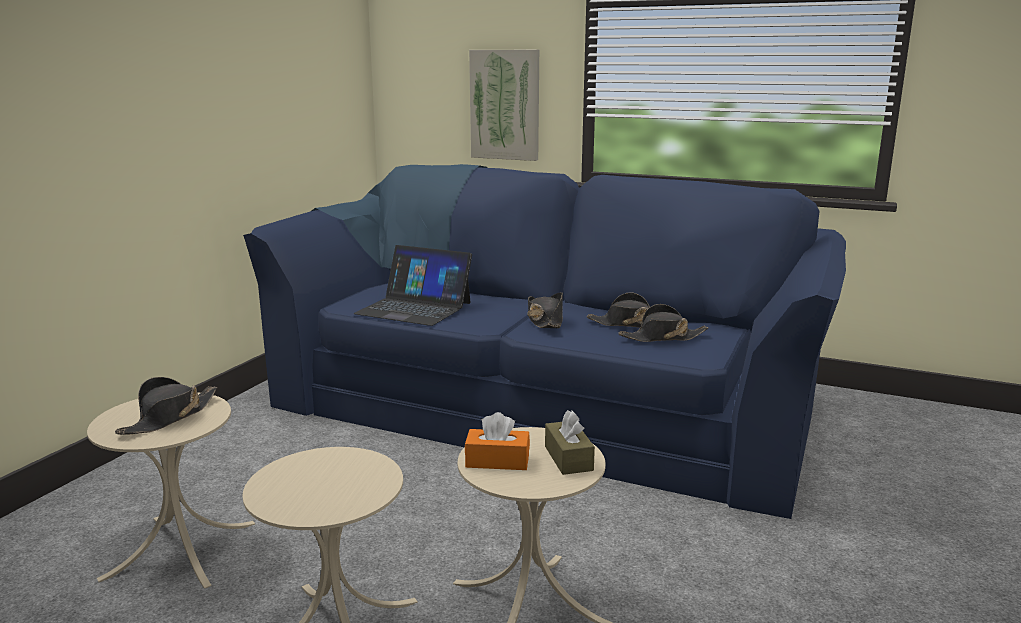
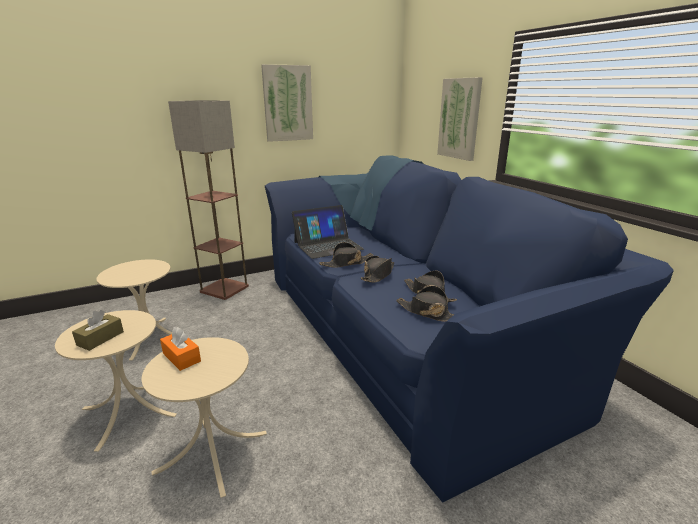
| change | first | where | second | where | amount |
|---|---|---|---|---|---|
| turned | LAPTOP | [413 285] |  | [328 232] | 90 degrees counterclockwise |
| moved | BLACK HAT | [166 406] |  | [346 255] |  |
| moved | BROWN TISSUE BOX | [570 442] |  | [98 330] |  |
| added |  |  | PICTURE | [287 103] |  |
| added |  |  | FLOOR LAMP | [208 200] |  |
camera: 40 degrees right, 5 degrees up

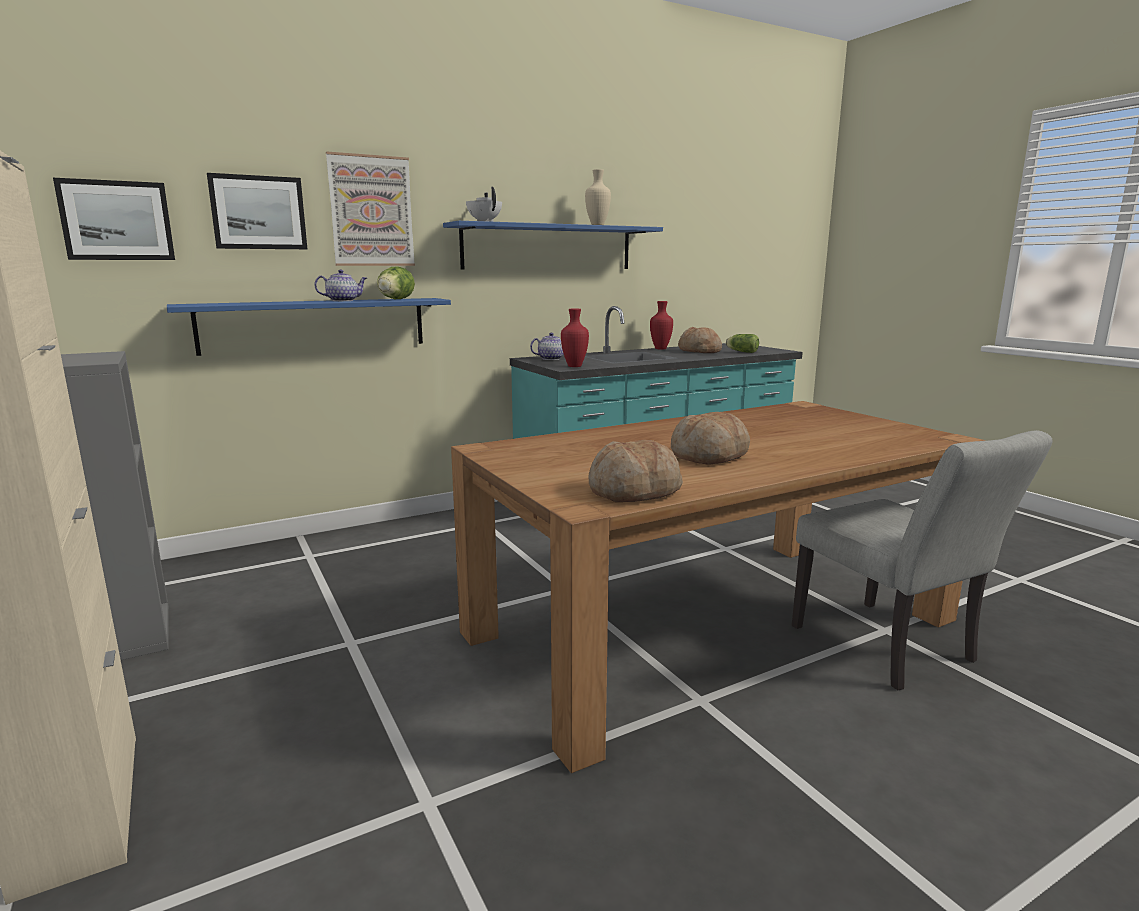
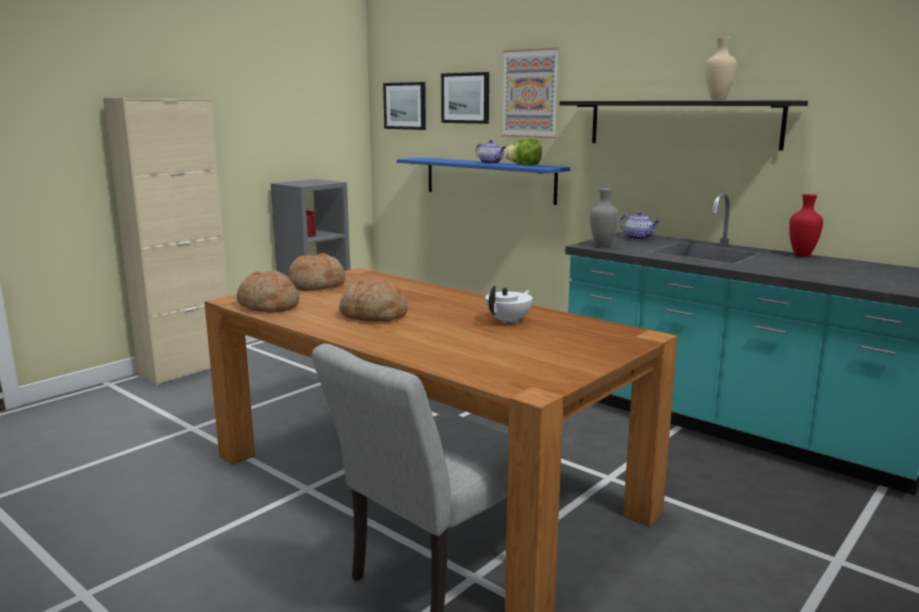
| change | first | where | second | where | amount |
|---|---|---|---|---|---|
| moved | WHITE TEAPOT | [484 204] |  | [509 305] |  |
| recoloured | BLUE SHELF | [553 245] | BLACK SHELF | [683 126] |  |
| recoloured | RED VASE | [575 338] | GREY VASE | [604 217] |  |
| moved | BREAD | [700 340] |  | [317 272] |  |
| removed | LETTUCE | [742 343] |  |  |  |
camera: 70 degrees right, 0 degrees up

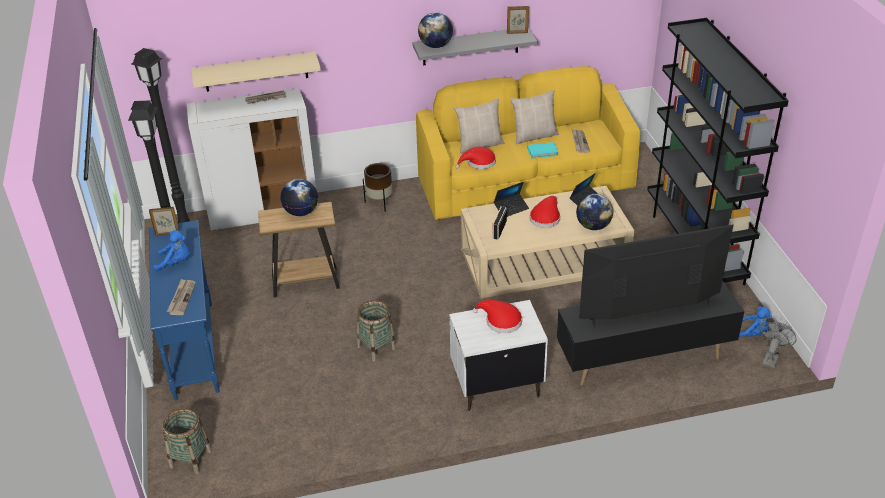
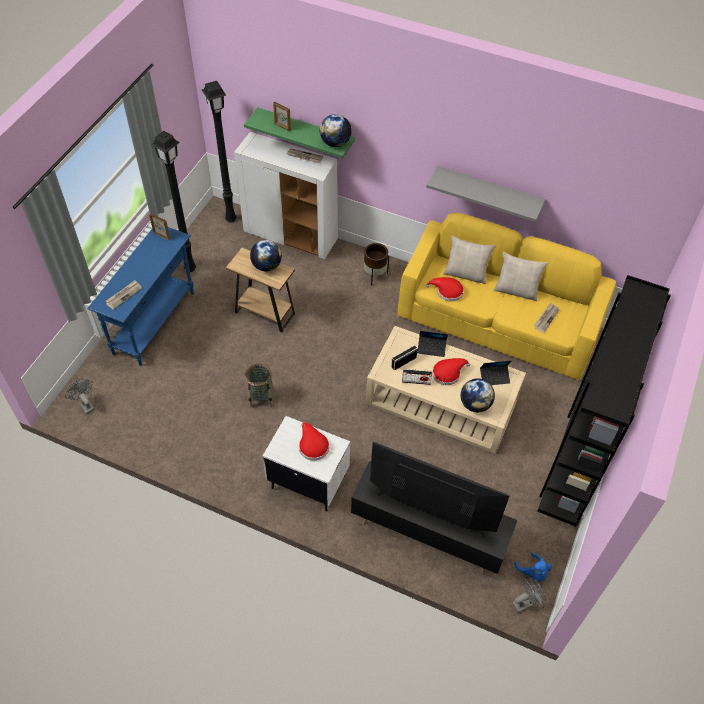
| change | first | where | second | where | amount |
|---|---|---|---|---|---|
| moved | PICTURE FRAME | [518 20] |  | [282 116] |  |
| moved | GLOBE | [435 30] |  | [335 130] |  |
| recoloured | BEIGE SHELF | [256 72] | GREEN SHELF | [299 132] |  |
| removed | TURQUOISE BOOK | [543 150] |  |  |  |
| removed | BLUE PLUSH TOY | [171 250] |  |  |  |
| replaced | BASKET | [187 441] | GREY FAN | [80 396] |  |
| added |  |  | RADIO | [417 377] |  |
camera: 35 degrees right, 15 degrees up

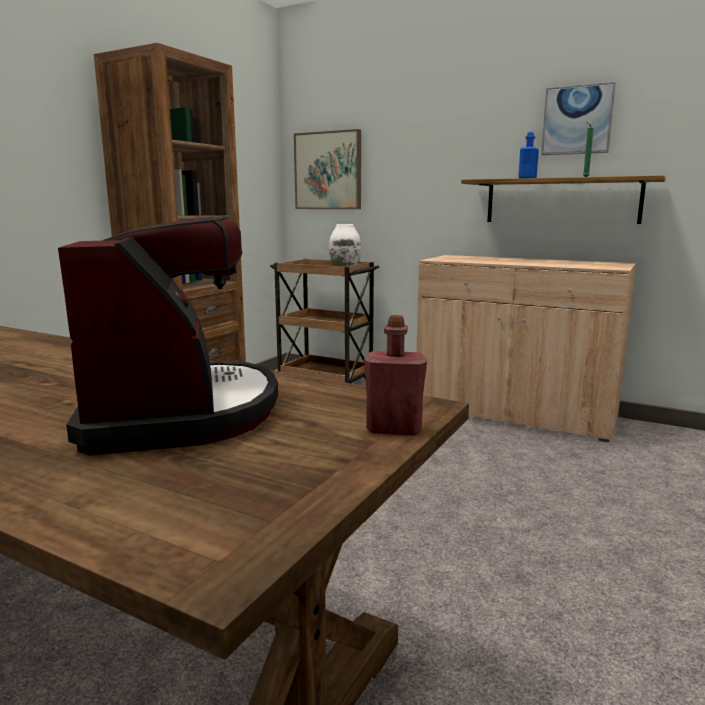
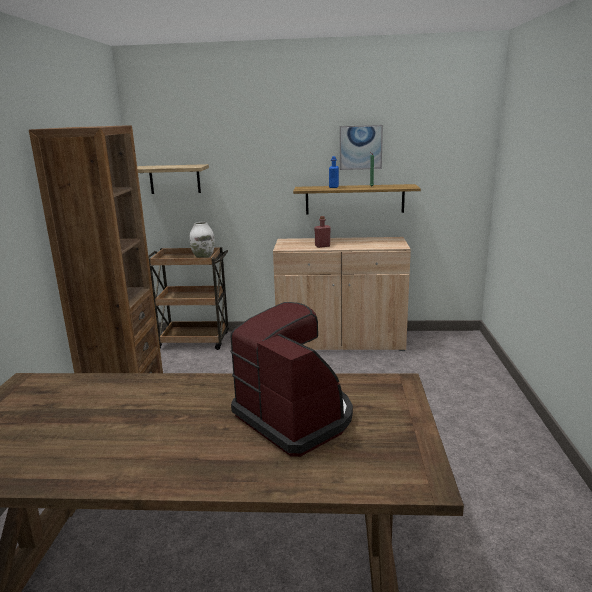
| change | first | where | second | where | amount |
|---|---|---|---|---|---|
| replaced | PICTURE | [327 169] | SHELF | [173 179] |  |
| moved | RED BOTTLE | [395 375] |  | [322 232] |  |
camera: 25 degrees left, 5 degrees up

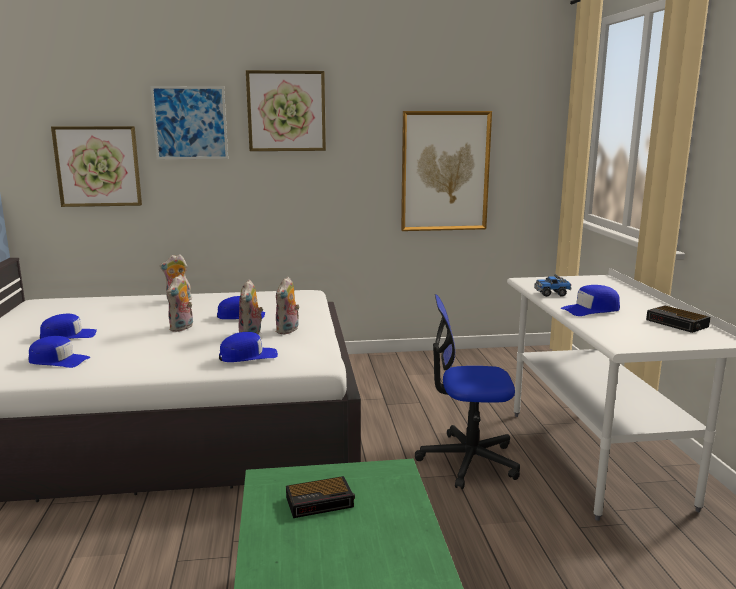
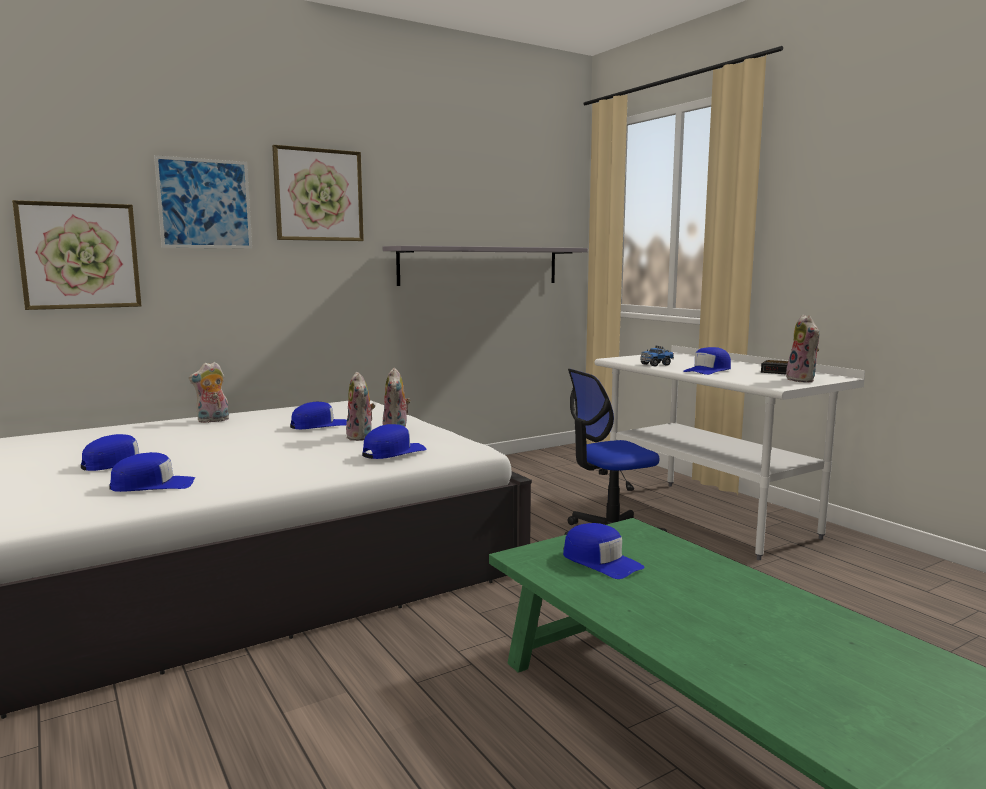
| change | first | where | second | where | amount |
|---|---|---|---|---|---|
| replaced | PICTURE | [446 171] | GREY SHELF | [485 266] |  |
| moved | PLUSH TOY | [180 303] |  | [802 349] |  |
| replaced | ALARM CLOCK | [320 497] | BLUE CAP | [604 551] |  |
camera: 25 degrees left, 5 degrees down

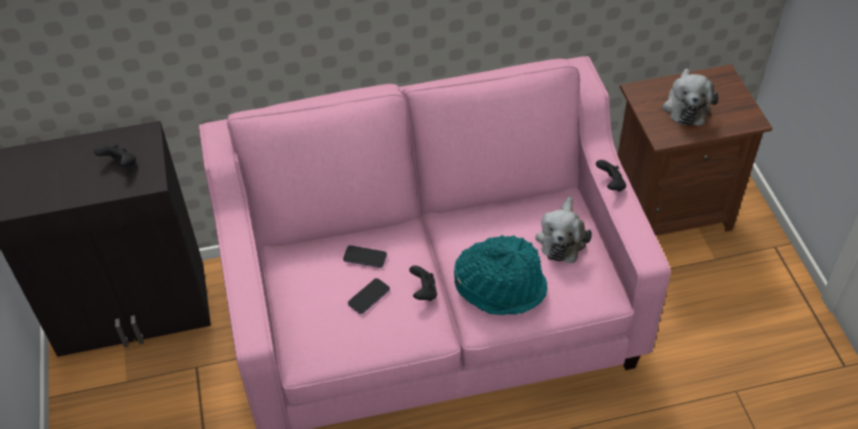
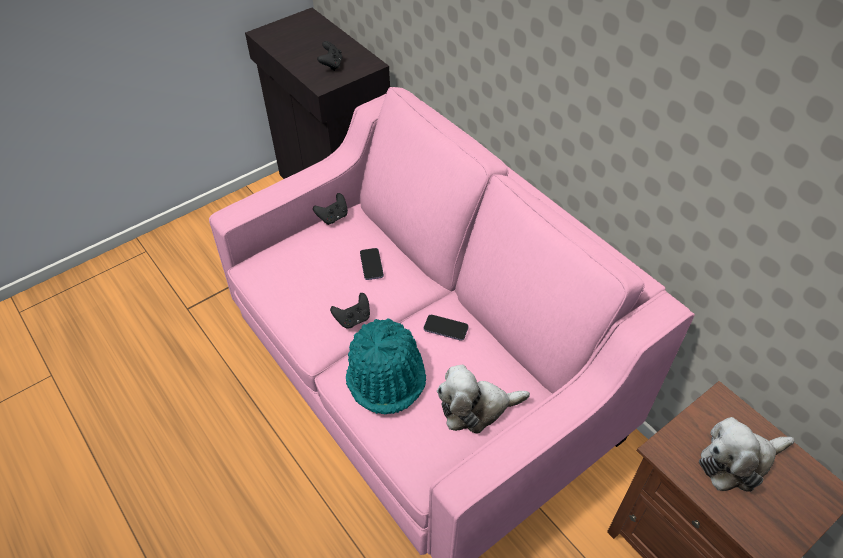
| change | first | where | second | where | amount |
|---|---|---|---|---|---|
| moved | BLACK GAME CONTROLLER | [611 176] |  | [330 209] |  |
| moved | PHONE | [369 296] |  | [446 328] |  |
camera: 65 degrees right, 0 degrees up

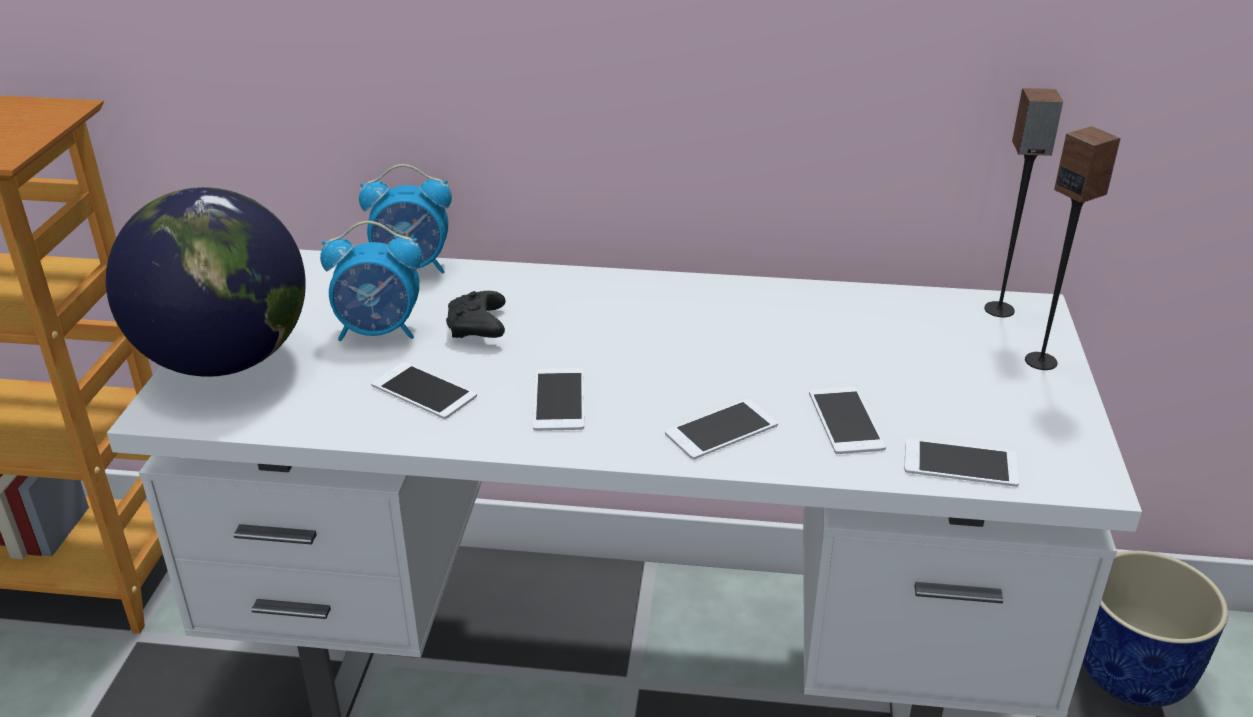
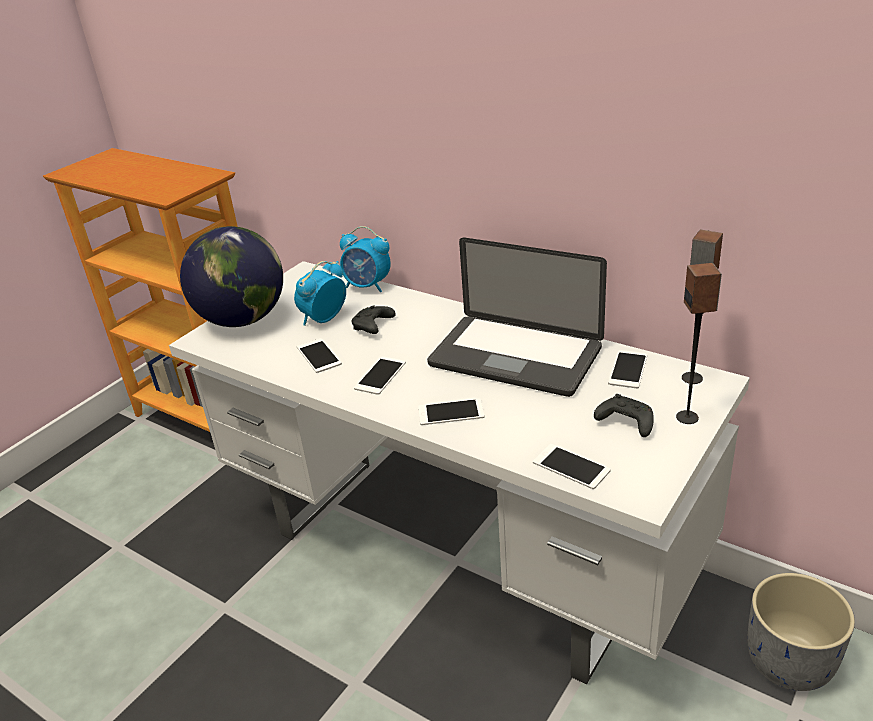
| change | first | where | second | where | amount |
|---|---|---|---|---|---|
| turned | ALARM CLOCK | [371 281] |  | [320 293] | 105 degrees clockwise |
| moved | PHONE | [847 420] |  | [628 369] |  |
| recoloured | BLUE PLANTER | [1155 629] | GREY PLANTER | [801 632] |  |
| added |  |  | LAPTOP | [517 317] |  |
| added |  |  | BLACK GAME CONTROLLER | [624 415] |  |
camera: 30 degrees right, 0 degrees up

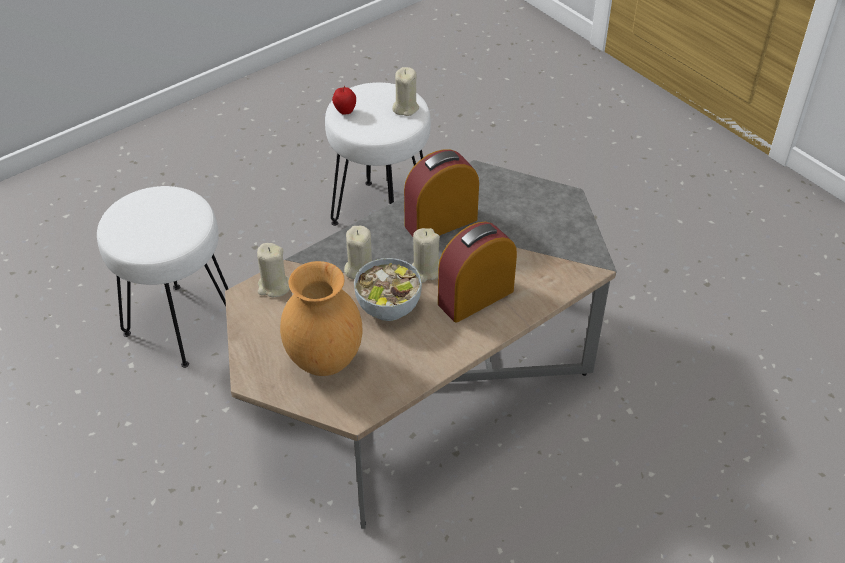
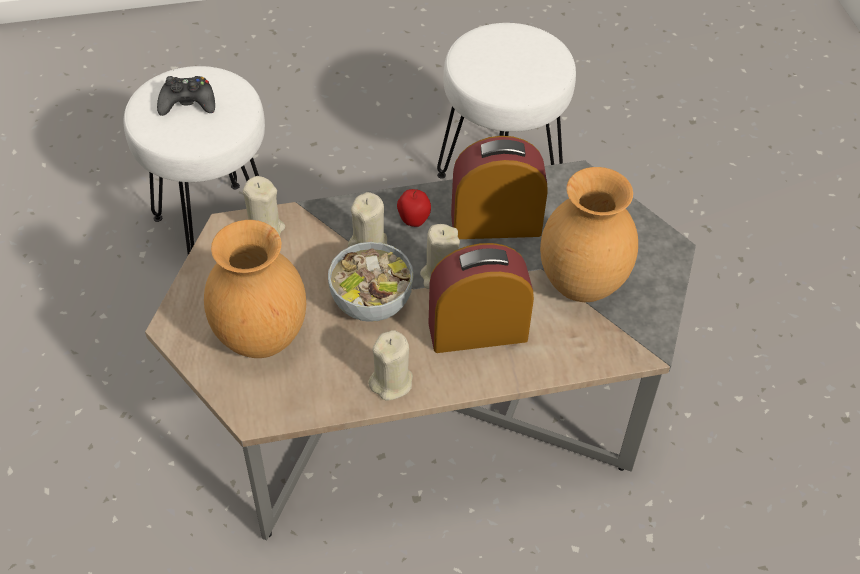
| change | first | where | second | where | amount |
|---|---|---|---|---|---|
| moved | BEIGE CANDLE | [405 91] |  | [390 365] |  |
| moved | APPLE | [344 100] |  | [414 208] |  |
| added |  |  | BLACK GAME CONTROLLER | [186 96] |  |
| added |  |  | BROWN VASE | [589 234] |  |
camera: 25 degrees right, 5 degrees up

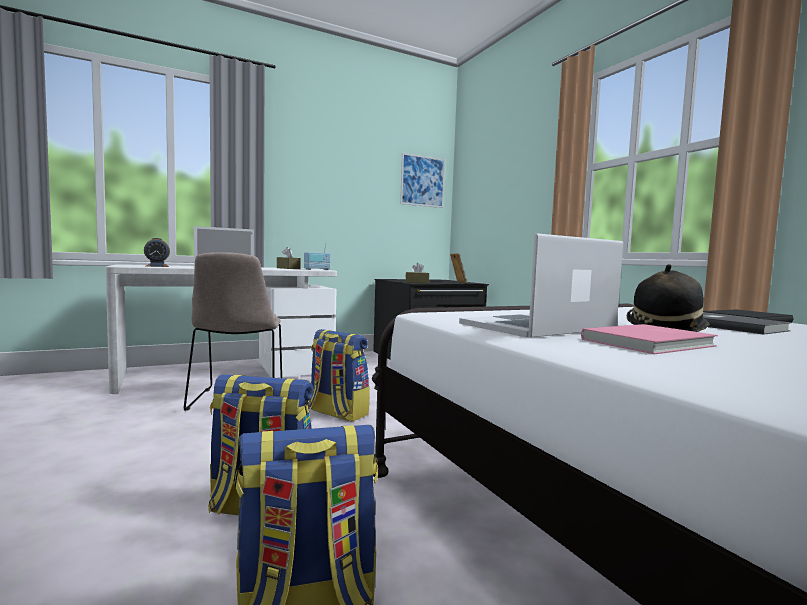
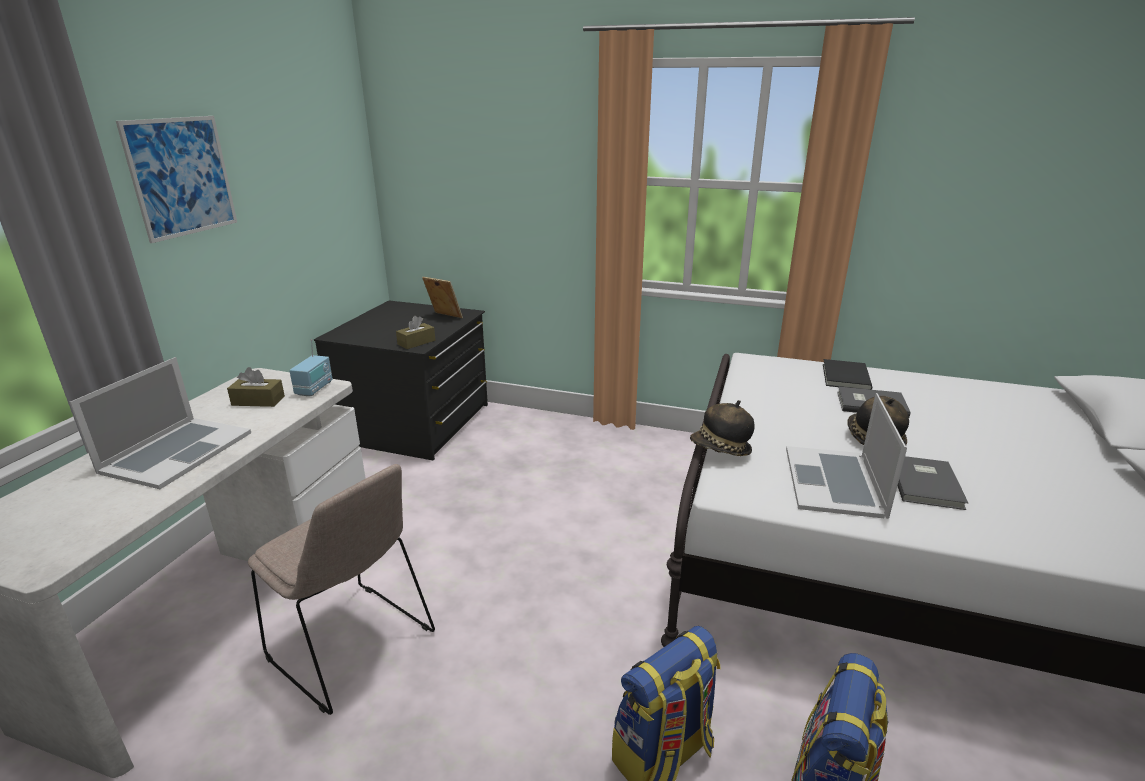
| change | first | where | second | where | amount |
|---|---|---|---|---|---|
| moved | PICTURE | [422 180] |  | [176 179] |  |
| removed | ALARM CLOCK | [157 252] |  |  |  |
| recoloured | PINK BOOK | [649 339] | GREY BOOK | [933 483] |  |
| removed | BACKPACK | [339 375] |  |  |  |
| added |  |  | HAT | [722 428] |  |
camera: 45 degrees left, 20 degrees up

